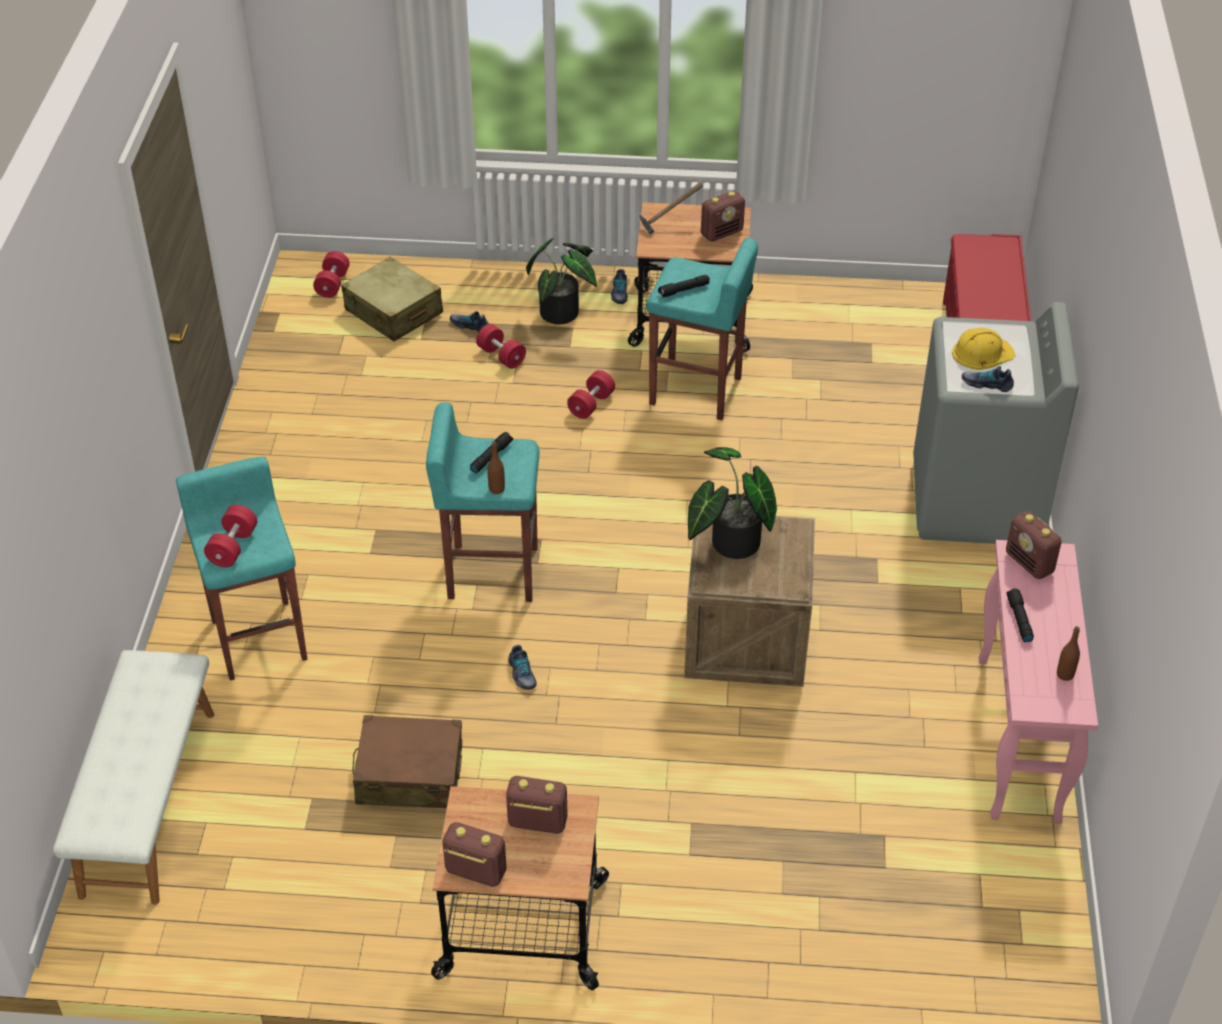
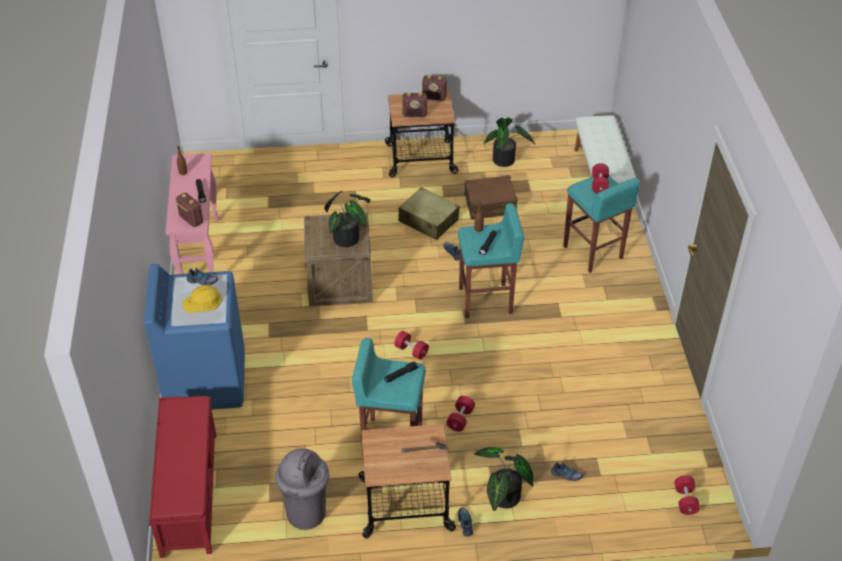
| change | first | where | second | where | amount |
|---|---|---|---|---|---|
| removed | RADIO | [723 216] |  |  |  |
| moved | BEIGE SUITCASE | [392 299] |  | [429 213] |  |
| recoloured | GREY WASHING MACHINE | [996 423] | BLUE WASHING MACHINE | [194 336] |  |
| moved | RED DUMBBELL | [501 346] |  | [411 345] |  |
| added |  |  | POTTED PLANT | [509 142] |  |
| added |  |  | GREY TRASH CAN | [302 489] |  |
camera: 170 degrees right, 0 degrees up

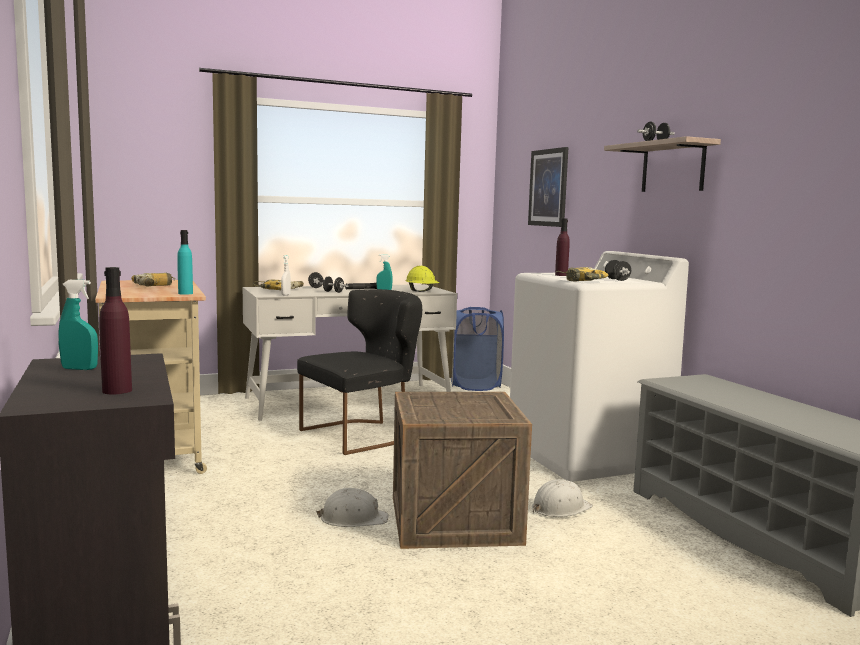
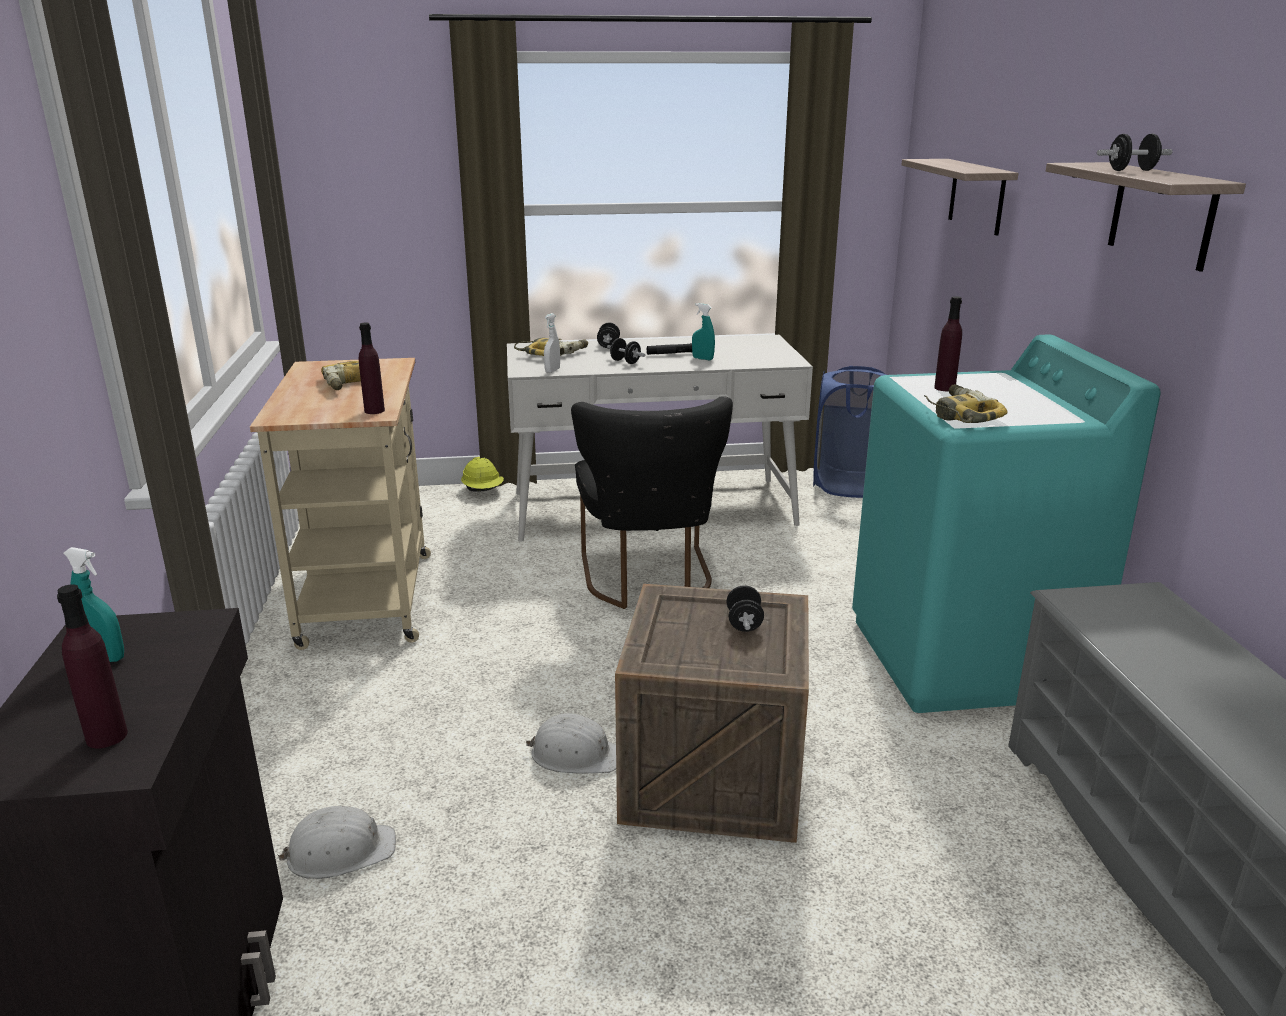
| change | first | where | second | where | amount |
|---|---|---|---|---|---|
| replaced | PICTURE | [548 187] | SHELF | [960 197] |  |
| recoloured | TURQUOISE BOTTLE | [185 262] | PURPLE BOTTLE | [372 368] |  |
| recoloured | WHITE WASHING MACHINE | [599 366] | TURQUOISE WASHING MACHINE | [1006 523] |  |
| moved | BLACK DUMBBELL | [618 270] |  | [745 608] |  |
| moved | YELLOW HARD HAT | [422 279] |  | [482 474] |  |
| turned | BLACK CHAIR | [359 372] |  | [652 502] | 105 degrees clockwise |
| moved | WHITE HARD HAT | [562 498] |  | [337 842] |  |
camera: 15 degrees right, 15 degrees up

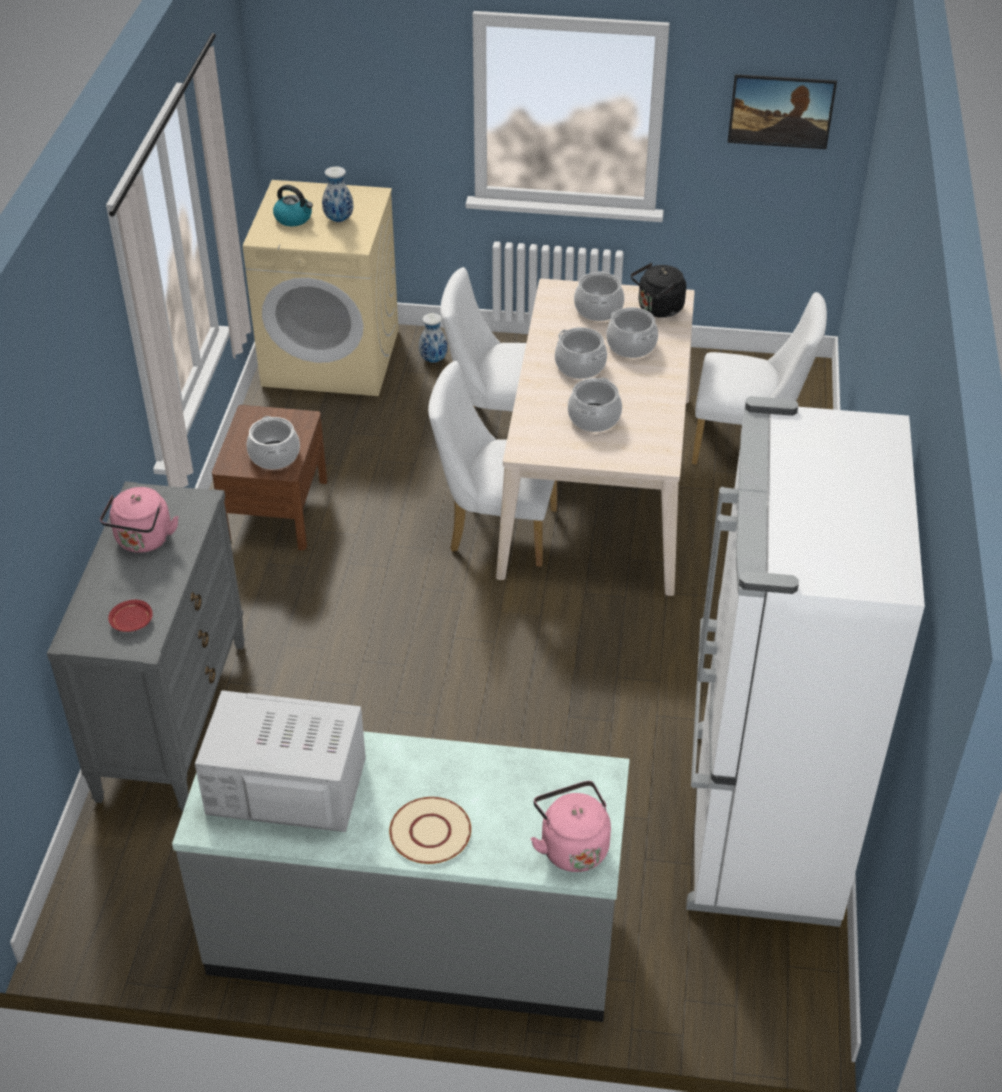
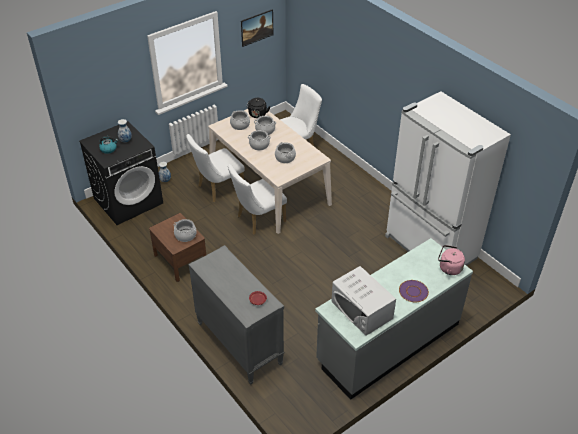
| change | first | where | second | where | amount |
|---|---|---|---|---|---|
| recoloured | BEIGE WASHING MACHINE | [321 288] | BLACK WASHING MACHINE | [121 173] |  |
| removed | PINK KETTLE | [139 520] |  |  |  |
| turned | WHITE MICROWAVE | [280 761] |  | [363 301] | 90 degrees counterclockwise |
| recoloured | BEIGE PLATE | [430 830] | PURPLE PLATE | [414 291] |  |
camera: 45 degrees left, 0 degrees up

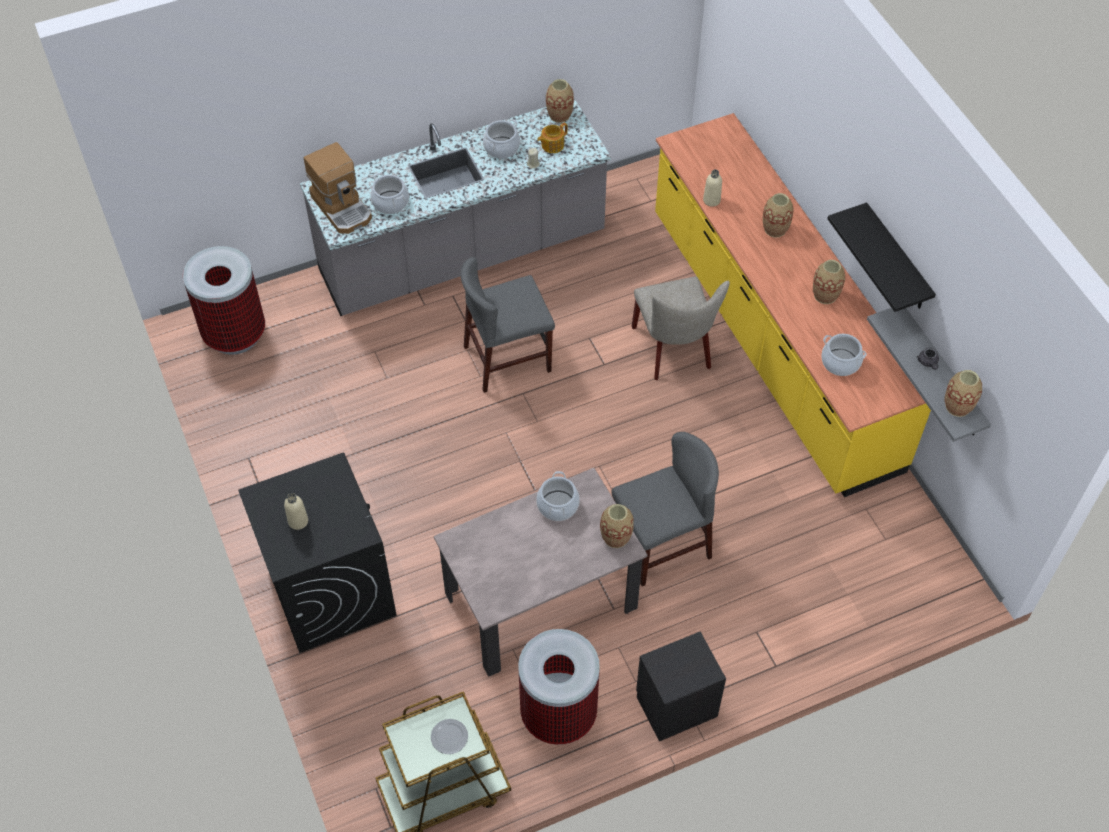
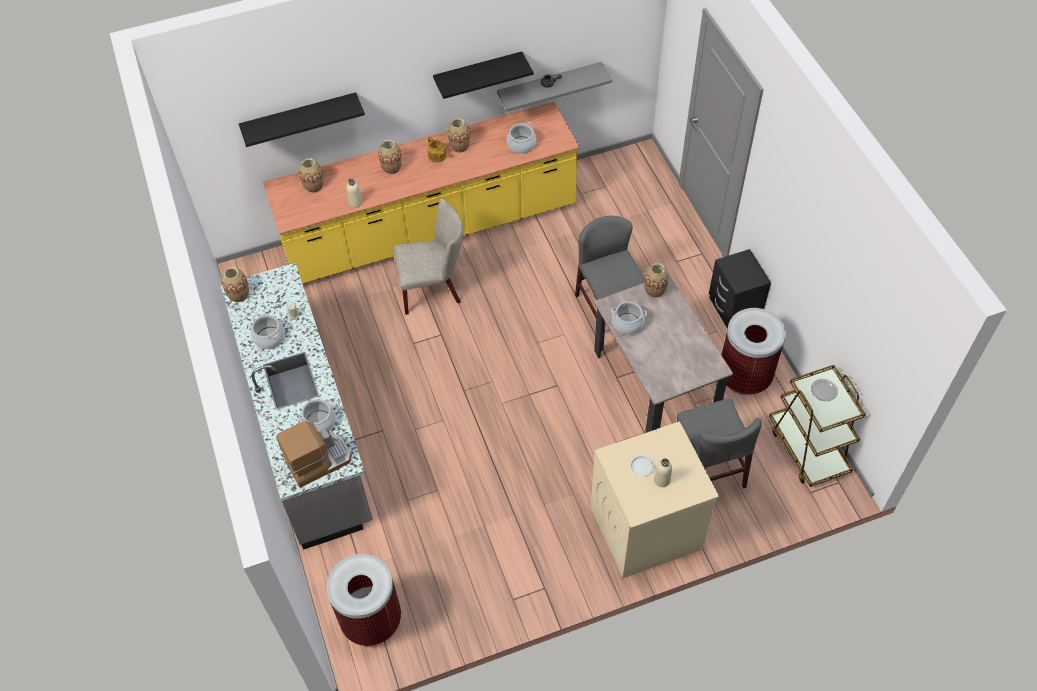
| change | first | where | second | where | amount |
|---|---|---|---|---|---|
| moved | TEAPOT | [552 138] |  | [437 149] |  |
| moved | GREY CHAIR | [508 325] |  | [719 443] |  |
| moved | VASE | [963 393] |  | [311 175] |  |
| recoloured | BLACK WASHING MACHINE | [317 553] | BEIGE WASHING MACHINE | [655 499] |  |
| added |  |  | BLACK SHELF | [302 119] |  |
| added |  |  | WHITE PLATE | [642 466] |  |
camera: 85 degrees left, 0 degrees up

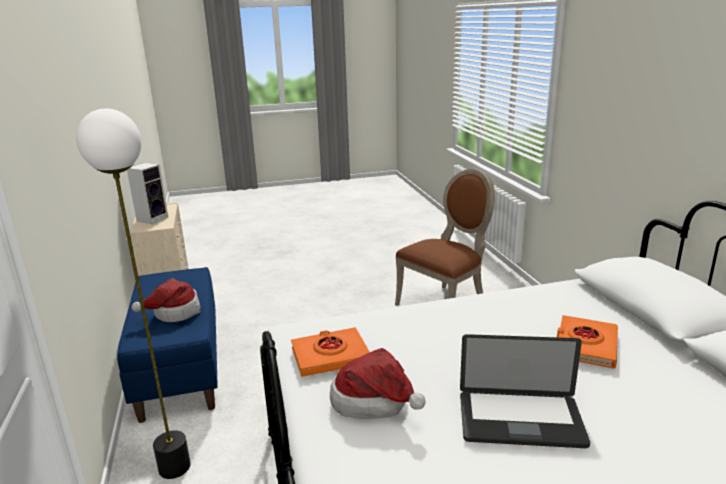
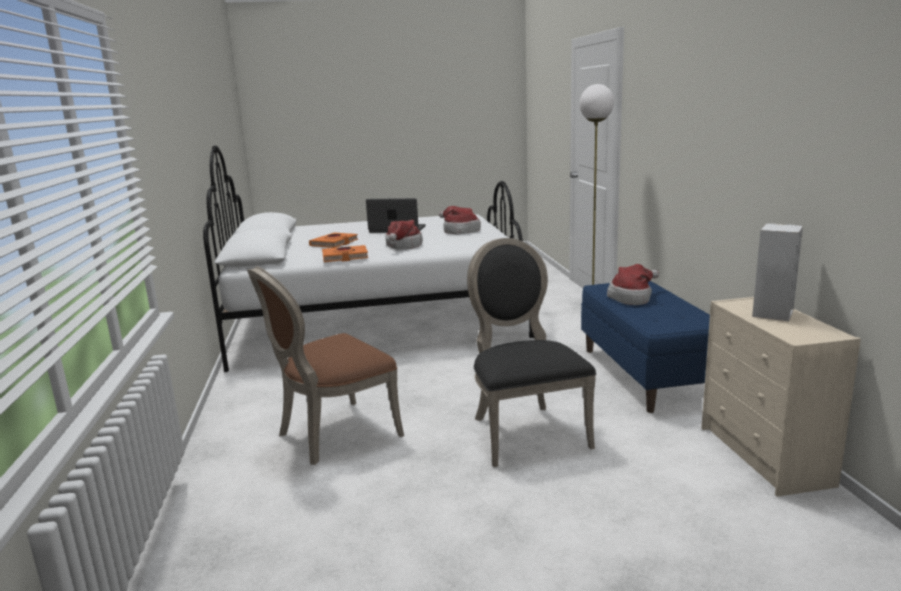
| change | first | where | second | where | amount |
|---|---|---|---|---|---|
| moved | ORANGE BOOK | [330 352] |  | [345 253] |  |
| added |  |  | HAT | [404 235] |  |
| added |  |  | BLACK CHAIR | [531 352] |  |
camera: 175 degrees left, 5 degrees down

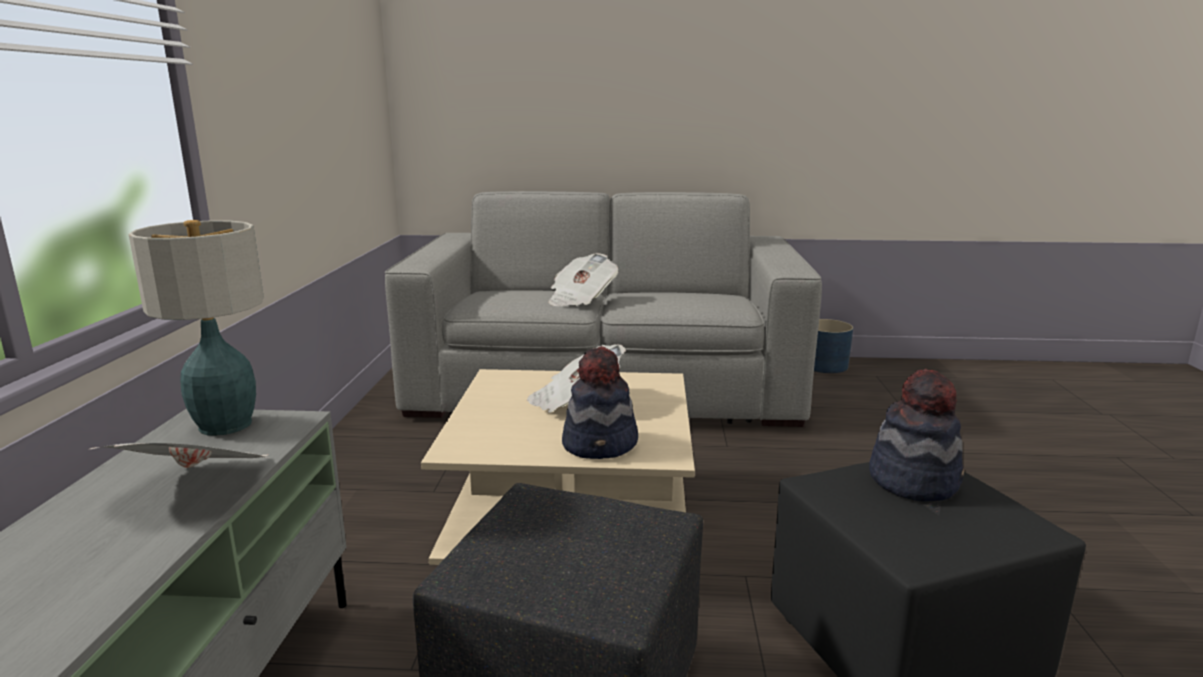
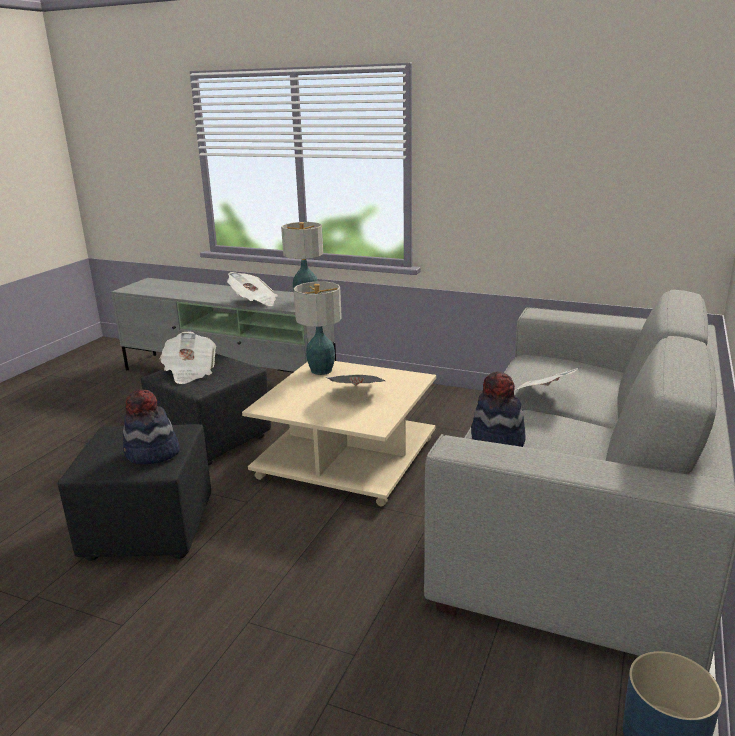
| change | first | where | second | where | amount |
|---|---|---|---|---|---|
| moved | HAT | [600 402] |  | [498 409] |  |
| added |  |  | TABLE LAMP | [318 328] |  |
| added |  |  | NEWSPAPER | [188 358] |  |
camera: 110 degrees right, 5 degrees up

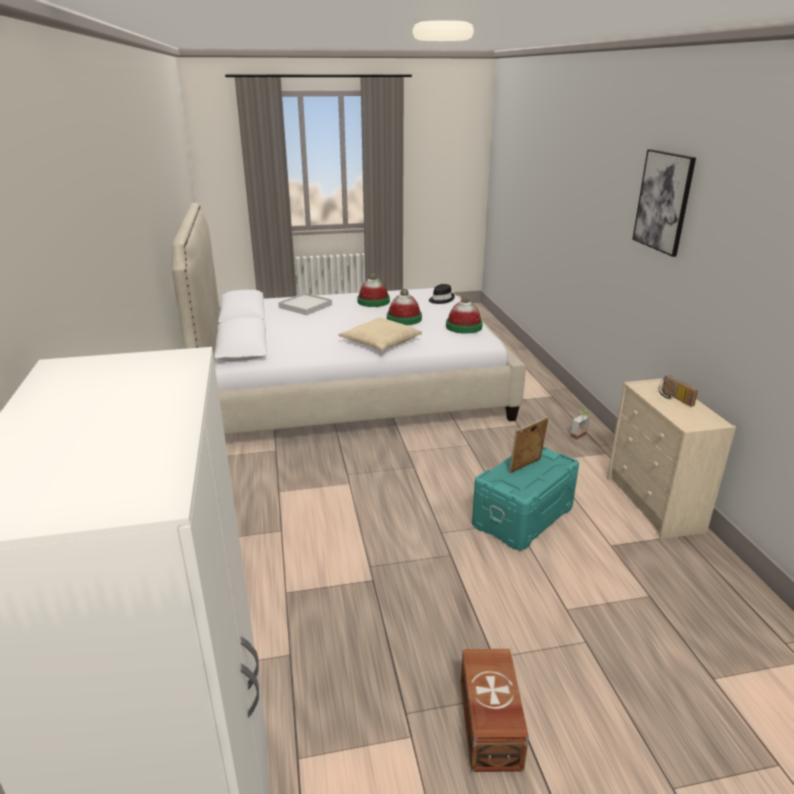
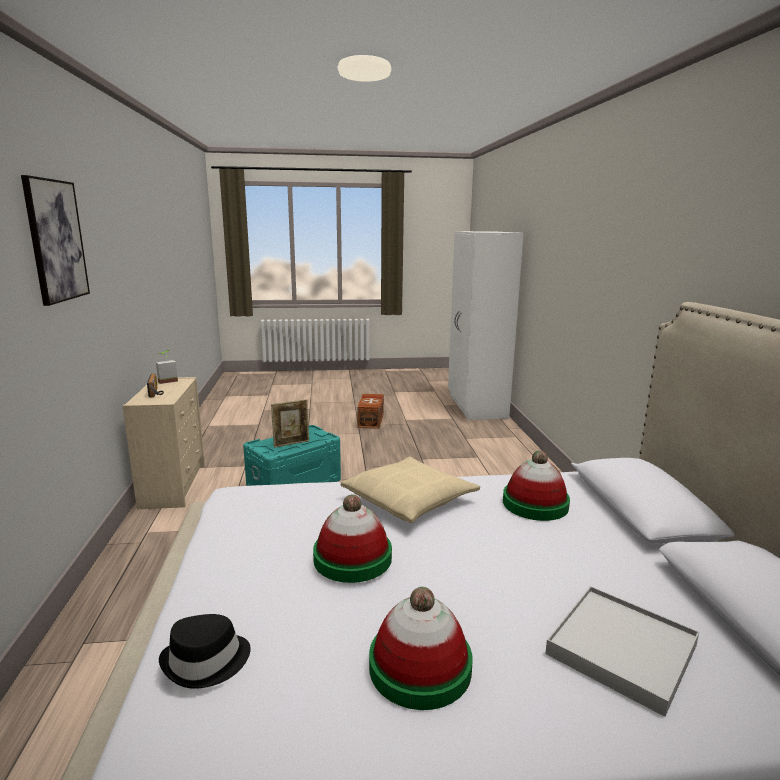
| change | first | where | second | where | amount |
|---|---|---|---|---|---|
| moved | HAT | [464 315] |  | [536 485] |  |
| moved | POTTED PLANT | [580 424] |  | [167 367] |  |
camera: 175 degrees left, 10 degrees down

